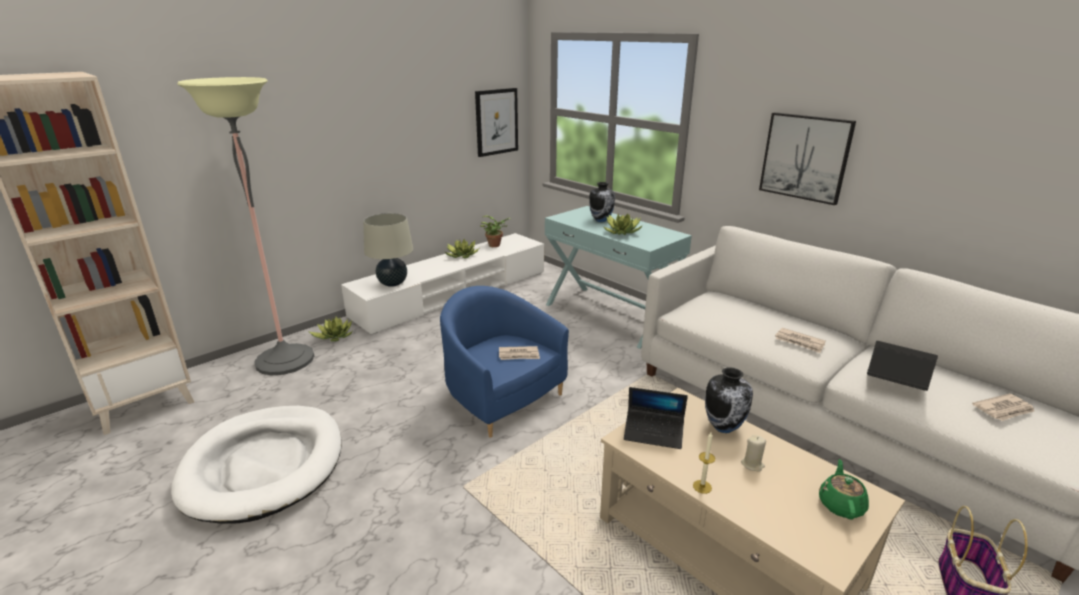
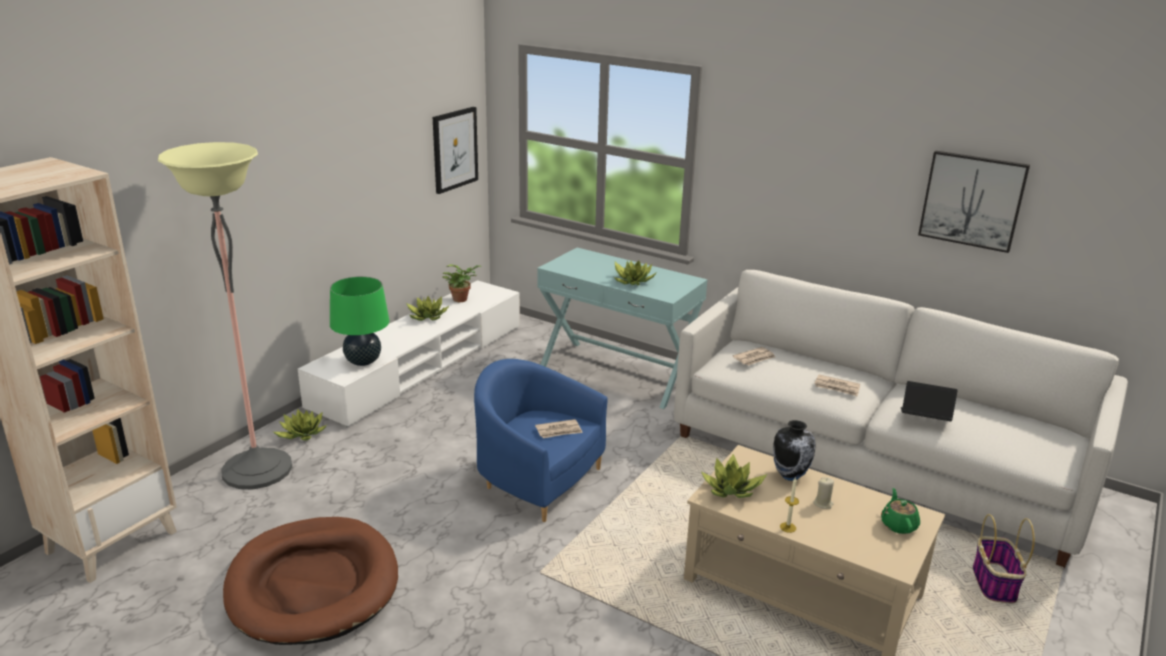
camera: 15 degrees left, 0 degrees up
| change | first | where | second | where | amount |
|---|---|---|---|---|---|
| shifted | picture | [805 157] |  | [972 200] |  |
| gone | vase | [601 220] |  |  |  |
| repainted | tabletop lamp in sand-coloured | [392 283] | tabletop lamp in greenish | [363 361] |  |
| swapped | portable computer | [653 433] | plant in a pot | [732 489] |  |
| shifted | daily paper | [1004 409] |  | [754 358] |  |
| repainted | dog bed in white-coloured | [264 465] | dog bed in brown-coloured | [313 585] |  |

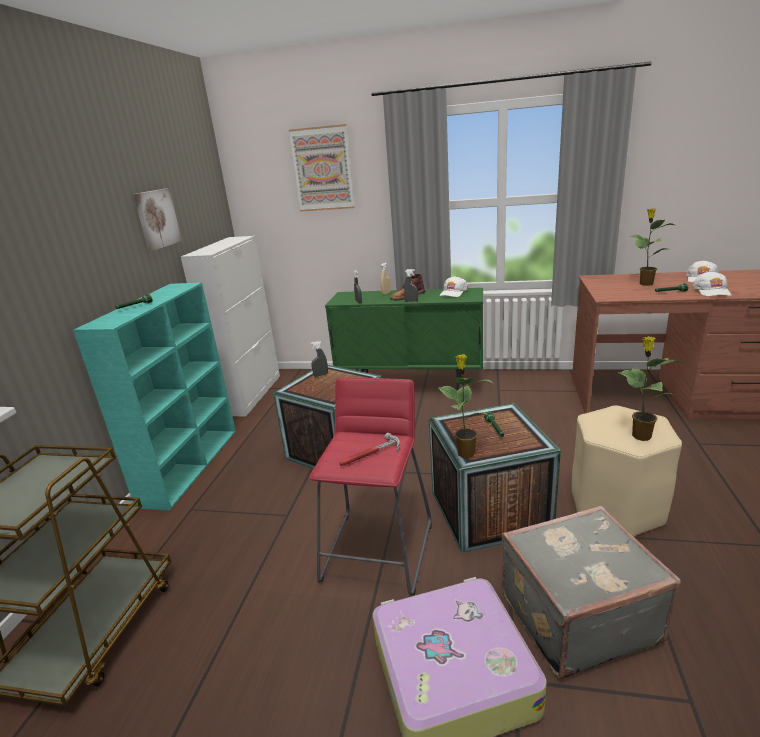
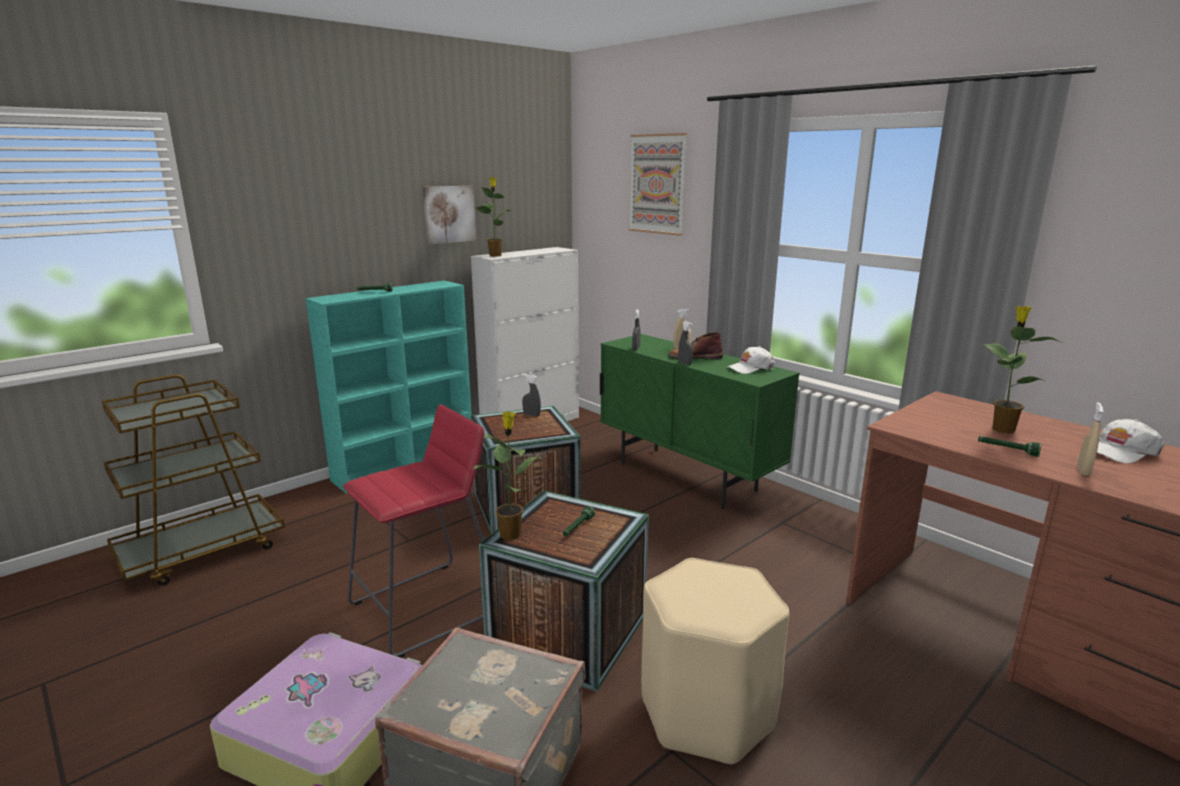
camera: 35 degrees right, 5 degrees down
| change | first | where | second | where | amount |
|---|---|---|---|---|---|
| swapped | baseball cap in white-coloured | [712 291] | spray bottle in sand-coloured | [1083 471] |  |
| shifted | plant in a pot | [640 435] |  | [495 255] |  |
| gone | hand hammer | [370 454] |  |  |  |

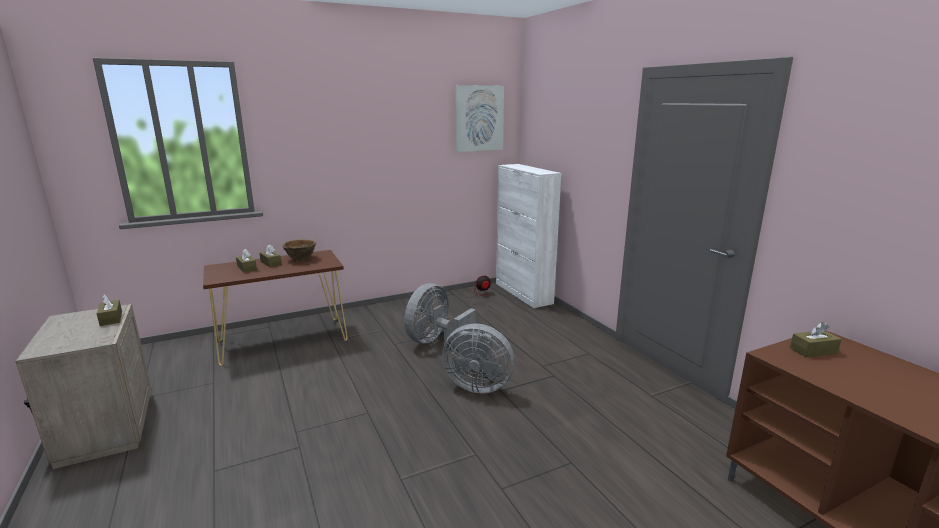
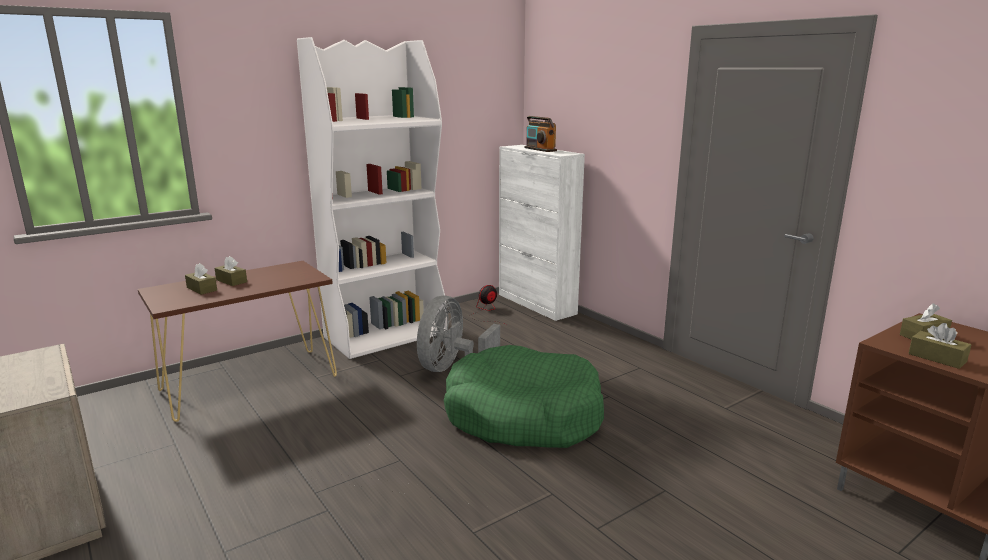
camera: 10 degrees left, 0 degrees up
| change | first | where | second | where | amount |
|---|---|---|---|---|---|
| gone | picture | [478 118] |  |  |  |
| gone | deep dish in brown-coloured | [301 259] |  |  |  |
| shifted | box of tissues in brown-coloured | [111 318] |  | [937 358] |  |
| swapped | fan in grey | [477 385] | dog bed in greenish | [523 415] |  |
| new |  |  | bookshelf in white-coloured | [386 334] |  |
| new |  |  | radio set | [540 149] |  |

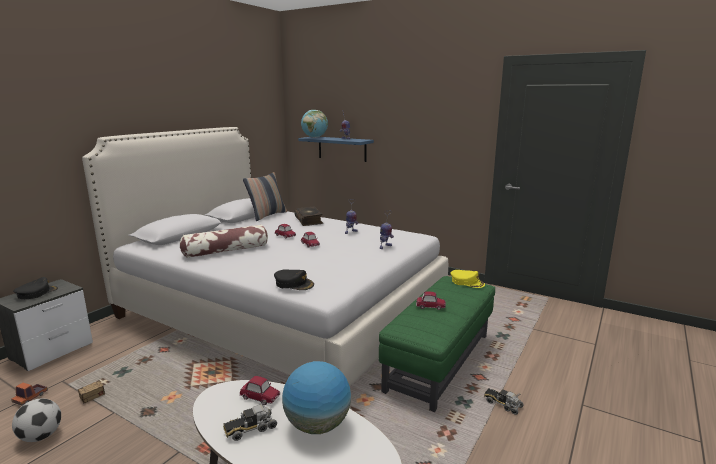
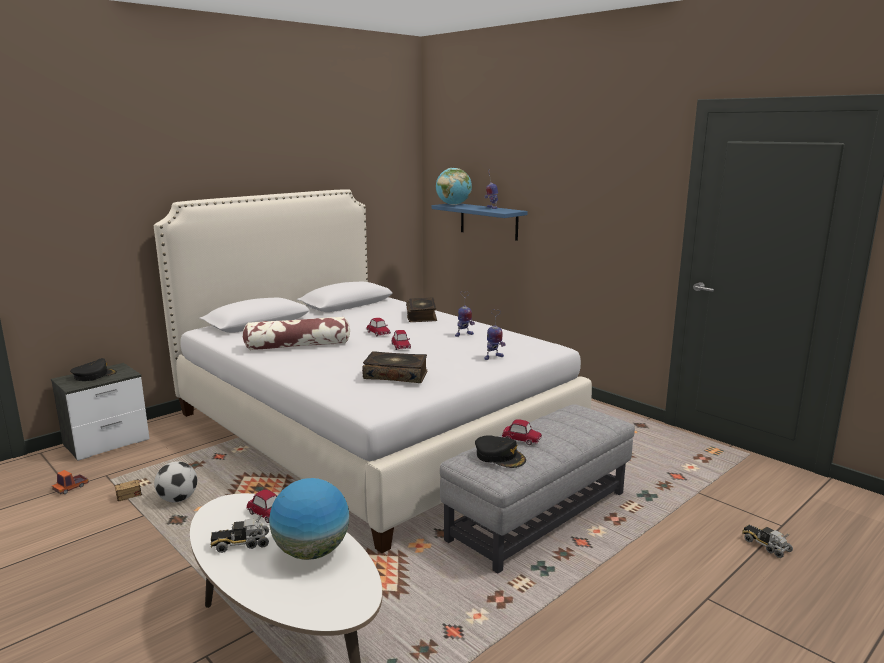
camera: 15 degrees right, 0 degrees up
| change | first | where | second | where | amount |
|---|---|---|---|---|---|
| gone | pillow | [267 215] |  |  |  |
| shifted | baseball cap in blackish | [294 284] |  | [500 456] |  |
| gone | baseball cap in yellow | [467 282] |  |  |  |
| repainted | footrest in greenish | [439 362] | footrest in grey | [538 516] |  |
| shifted | toy lorry | [502 404] |  | [765 545] |  |
| shifted | football | [41 436] |  | [178 499] |  |
| new |  |  | bound book | [396 375] |  |

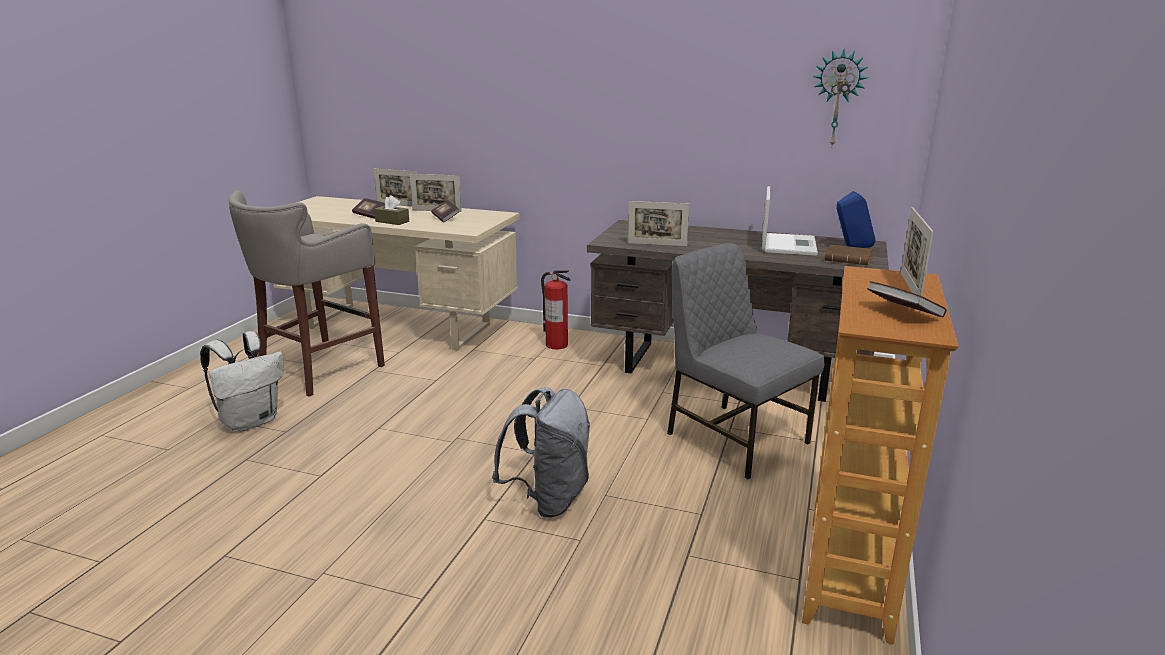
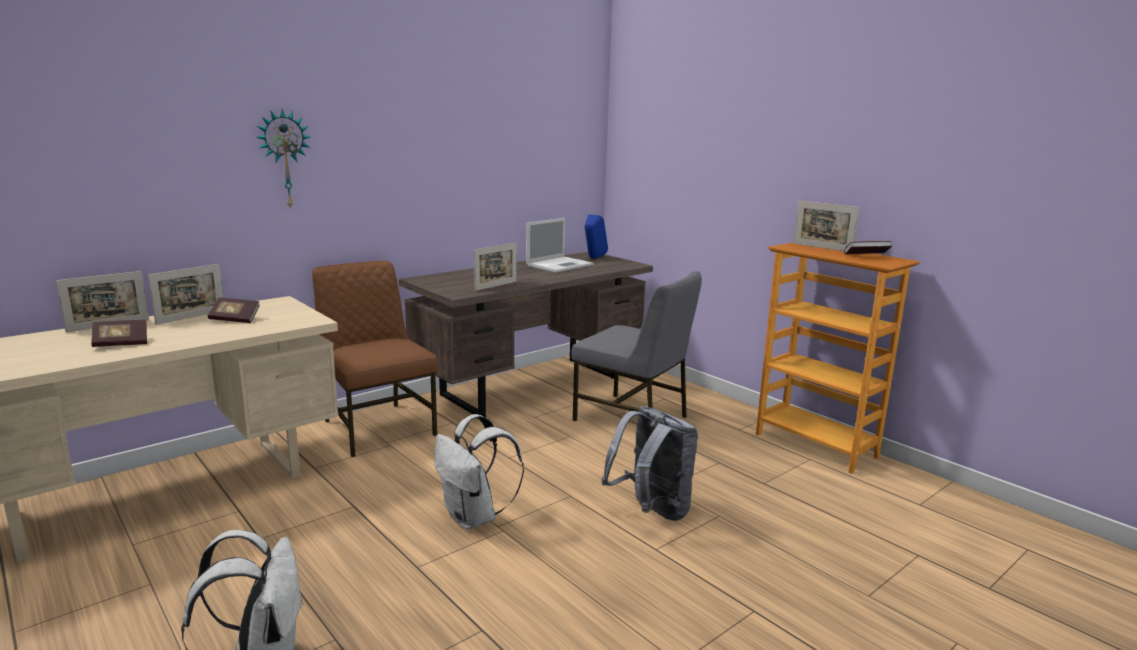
camera: 60 degrees left, 5 degrees down
| change | first | where | second | where | amount |
|---|---|---|---|---|---|
| shifted | wall clock | [837 99] |  | [284 159] |  |
| rotated | portable computer | [788 244] |  | [560 265] | 90 degrees clockwise |
| gone | stool in grey | [318 371] |  |  |  |
| gone | box of tissues in brown-coloured | [392 221] |  |  |  |
| rotated | plain chair in grey | [734 438] |  | [632 418] | 135 degrees counterclockwise |
| gone | bound book in brown-coloured | [849 259] |  |  |  |
| swapped | fire-fighting cylinder | [556 345] | plain chair in brown-coloured | [377 427] |  |
| new |  |  | backpack in white-coloured | [474 518] |  |

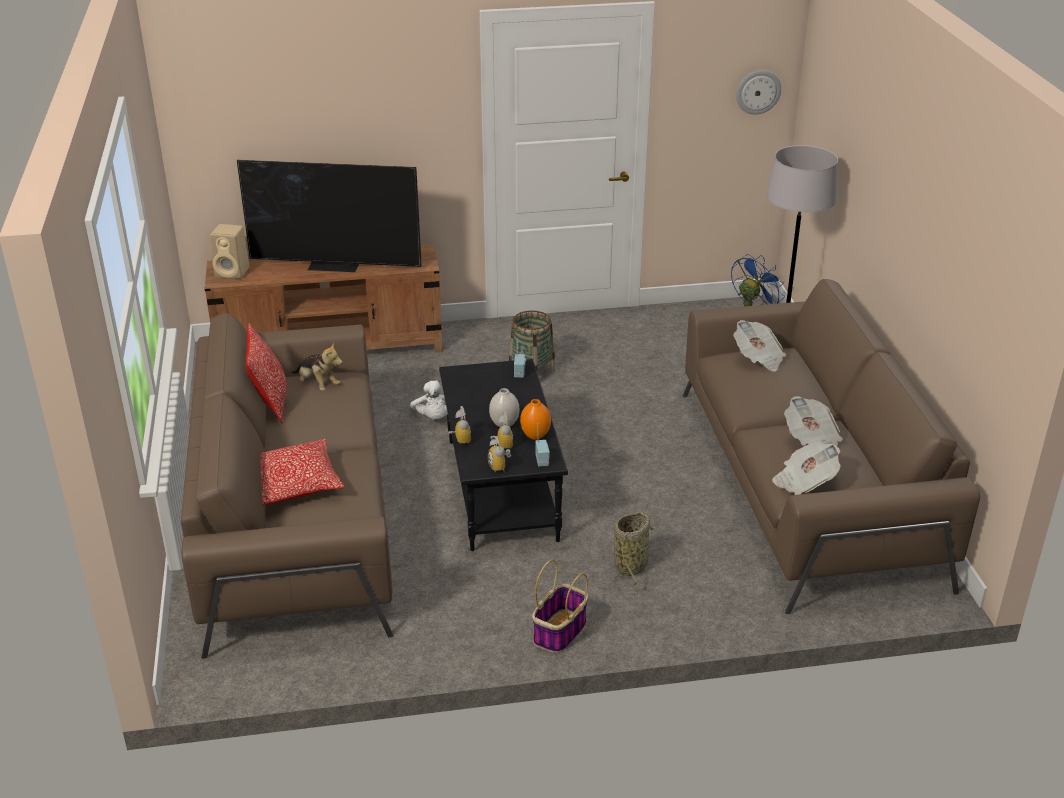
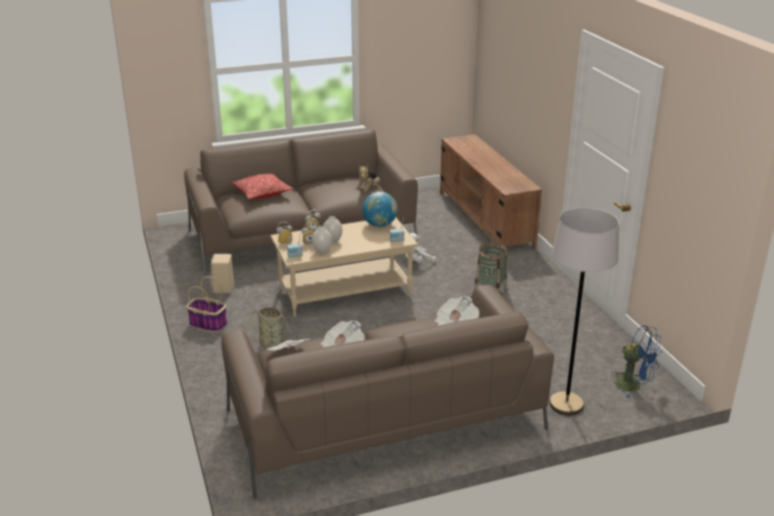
camera: 80 degrees right, 5 degrees down
| change | first | where | second | where | amount |
|---|---|---|---|---|---|
| gone | wall clock | [758 91] |  |  |  |
| gone | TV set | [335 264] |  |  |  |
| shifted | audio speaker in sand-coloured | [233 272] |  | [223 289] |  |
| gone | pillow | [270 402] |  |  |  |
| repainted | low table in blackish | [500 489] | low table in sand-coloured | [345 292] |  |
| repainted | vase in orangey | [535 436] | vase in white-coloured | [322 251] |  |
| new |  |  | world globe | [379 225] |  |

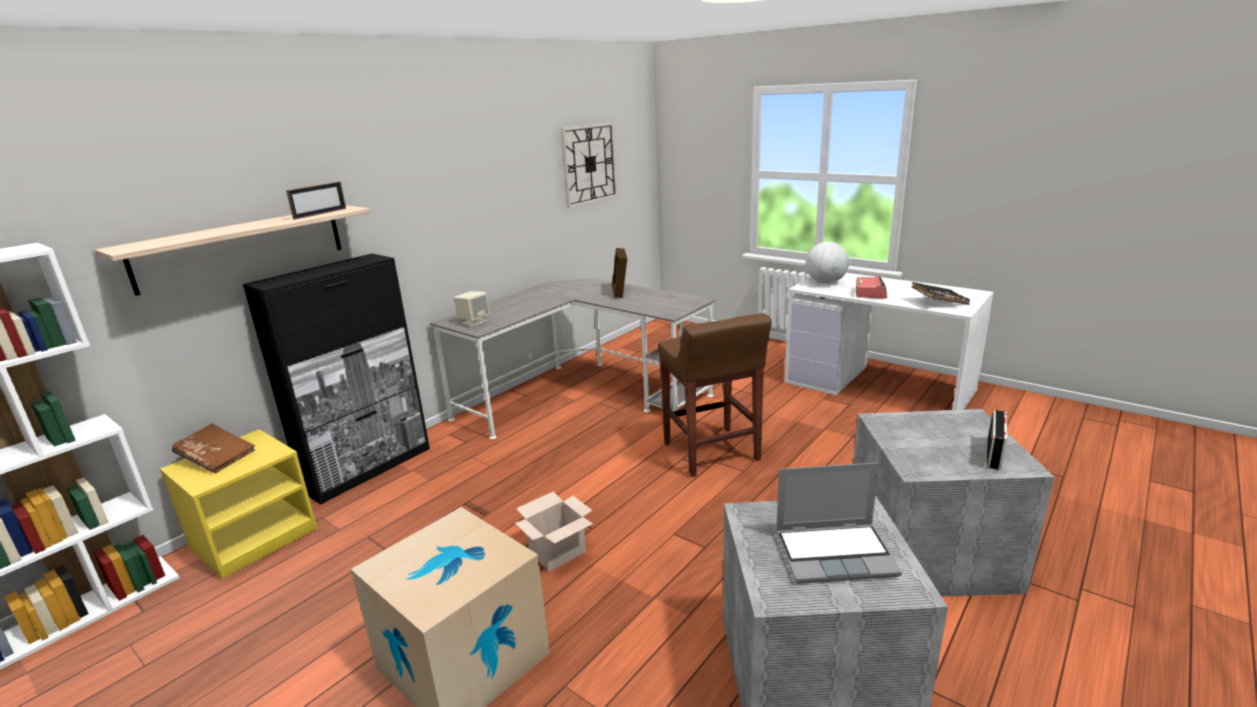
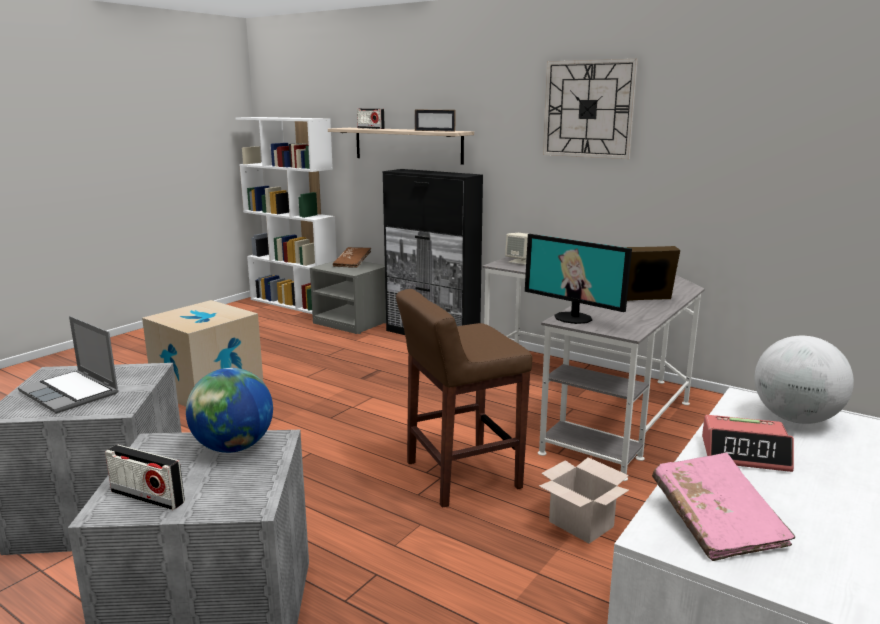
camera: 85 degrees right, 5 degrees down
| change | first | where | second | where | amount |
|---|---|---|---|---|---|
| shifted | wall clock | [589 164] |  | [588 109] |  |
| repainted | bound book in blackish | [939 302] | bound book in pink-coloured | [716 522] |  |
| repainted | nightstand in yellow | [254 537] | nightstand in grey | [352 322] |  |
| rotated | portable computer | [835 553] |  | [71 393] | 45 degrees counterclockwise |
| shifted | cardboard box | [557 553] |  | [579 524] |  |
| new |  |  | radio set | [371 128] |  |
| new |  |  | computer display | [573 318] |  |
| new |  |  | world globe | [233 447] |  |

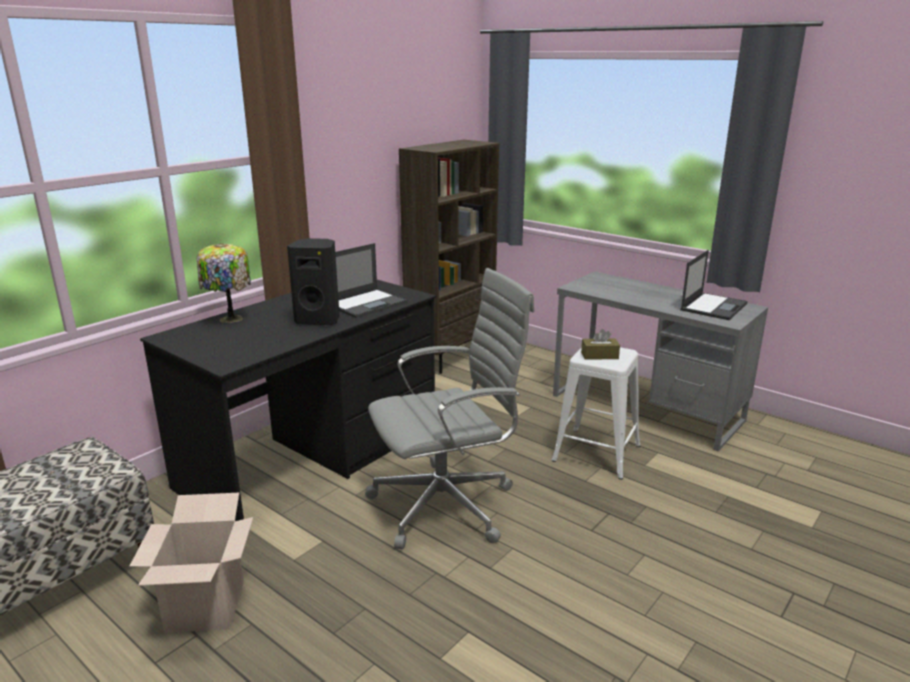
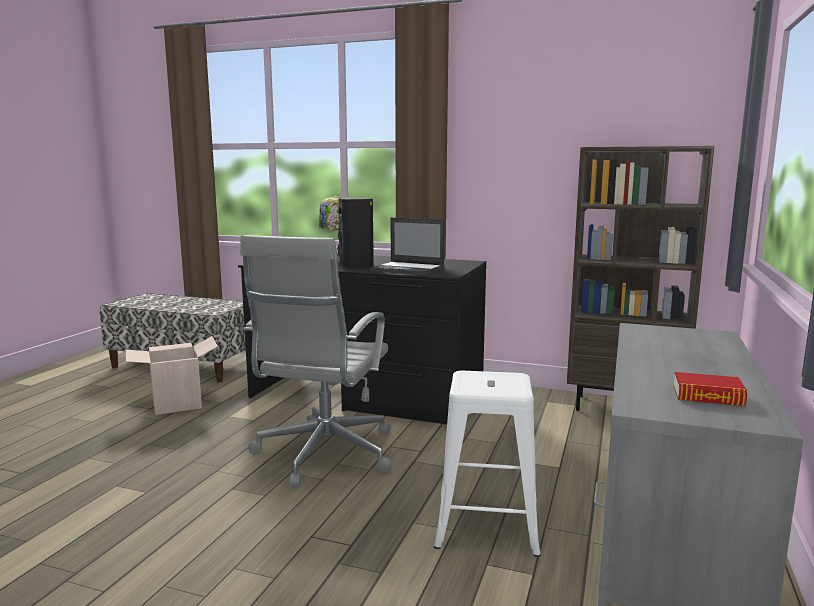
camera: 70 degrees right, 10 degrees down
| change | first | where | second | where | amount |
|---|---|---|---|---|---|
| swapped | portable computer | [713 306] | bound book | [707 396] |  |
| rotated | office chair in grey | [447 504] |  | [323 454] | 60 degrees clockwise |
| gone | box of tissues in brown-coloured | [599 355] |  |  |  |

